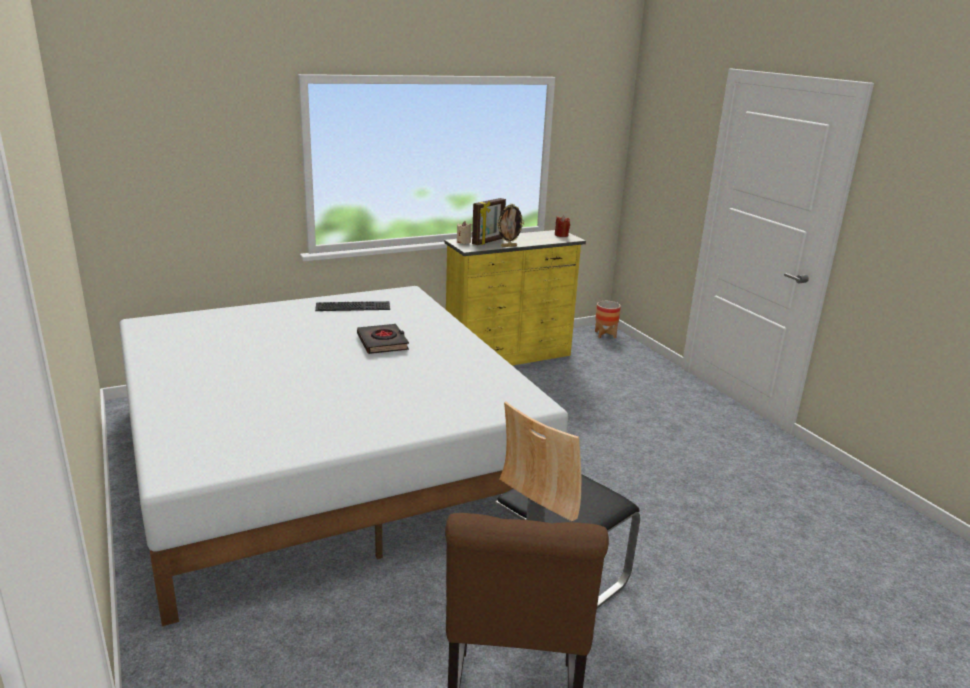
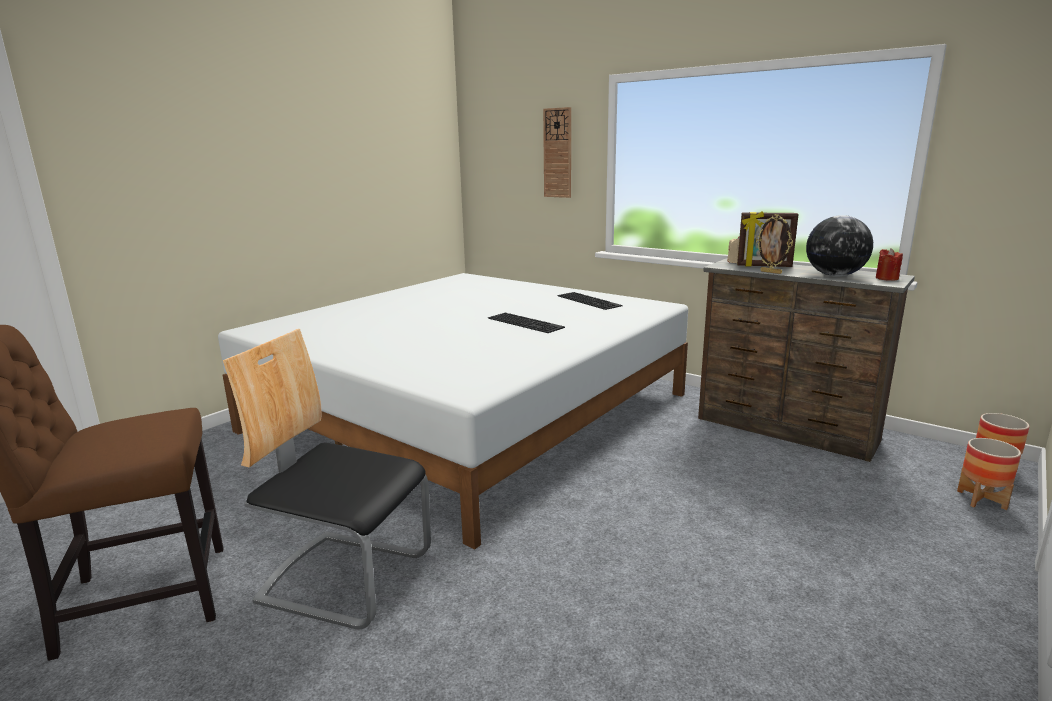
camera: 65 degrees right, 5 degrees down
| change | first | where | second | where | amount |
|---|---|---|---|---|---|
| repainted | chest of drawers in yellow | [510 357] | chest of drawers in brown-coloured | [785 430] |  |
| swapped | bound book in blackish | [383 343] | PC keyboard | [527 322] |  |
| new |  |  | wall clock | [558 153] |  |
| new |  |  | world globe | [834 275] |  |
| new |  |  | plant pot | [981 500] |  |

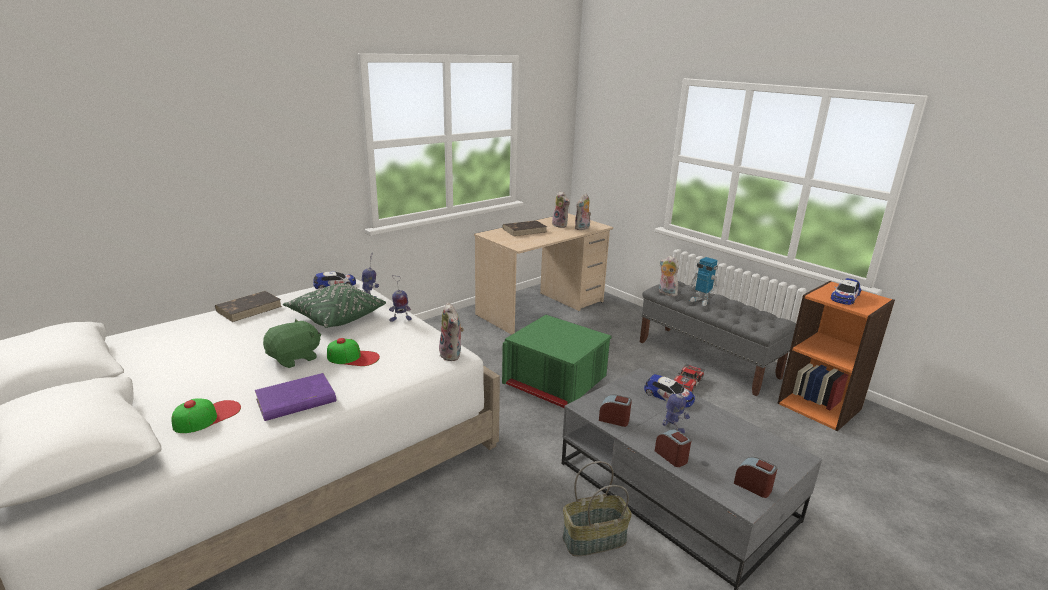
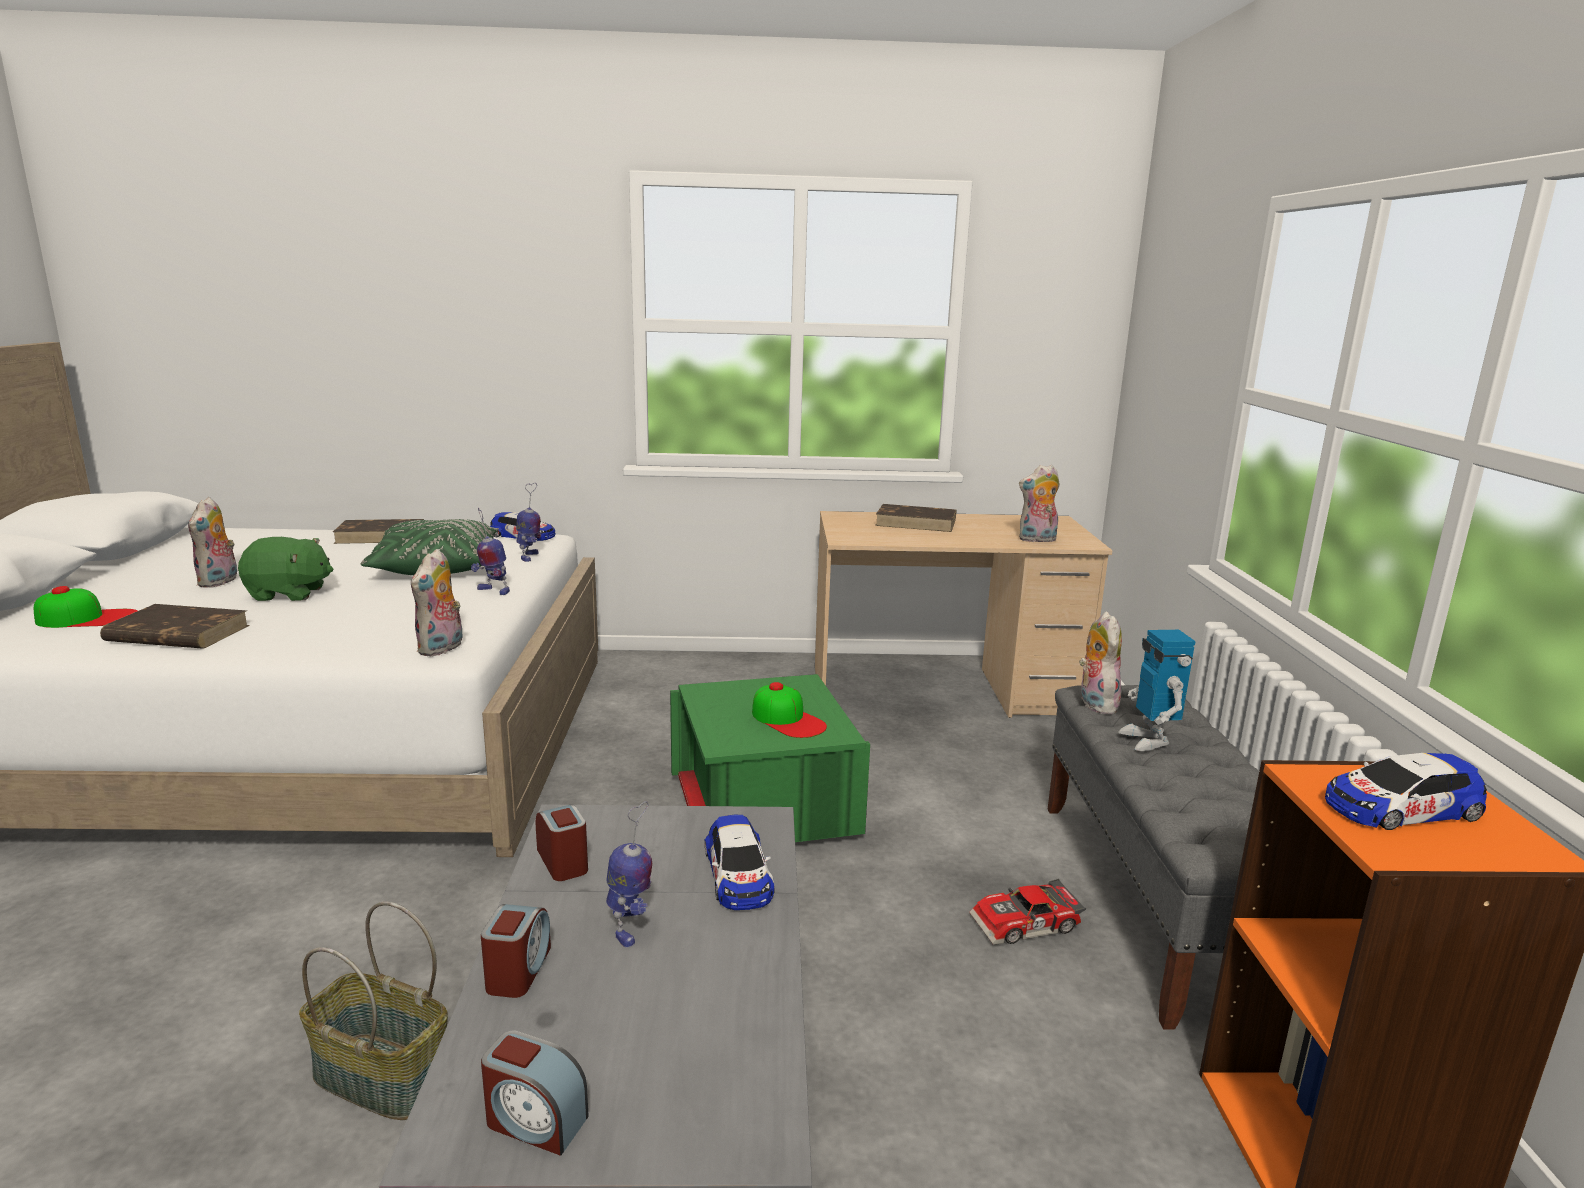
camera: 40 degrees right, 5 degrees down
| change | first | where | second | where | amount |
|---|---|---|---|---|---|
| shifted | plush toy | [561 225] |  | [219 582] |  |
| shifted | baseball cap | [353 357] |  | [788 719] |  |
| repainted | bound book in purple | [295 401] | bound book in brown-coloured | [176 634] |  |
| rotated | table clock | [753 486] |  | [535 1121] | 120 degrees clockwise |

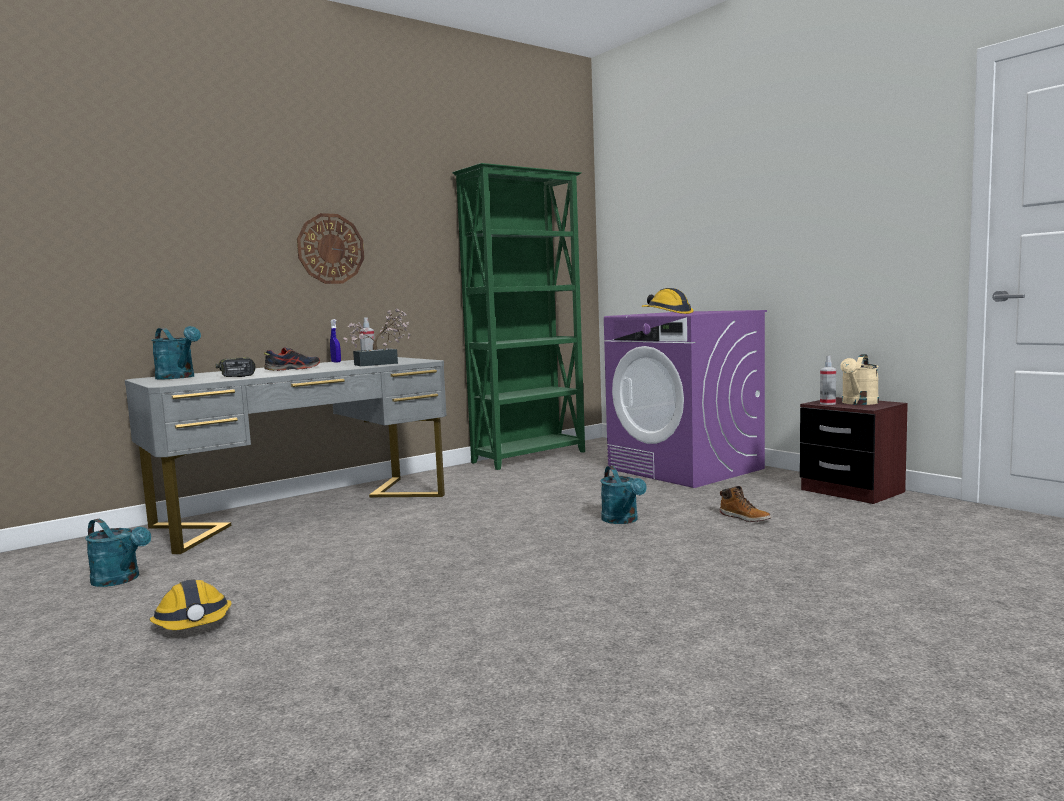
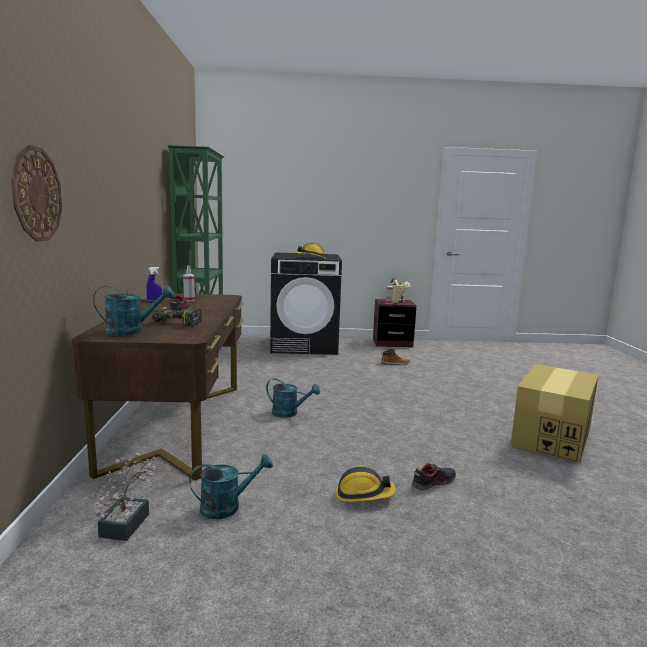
camera: 55 degrees left, 5 degrees up
| change | first | where | second | where | amount |
|---|---|---|---|---|---|
| shifted | wall clock | [330 249] |  | [36 194] |  |
| shifted | plant in a pot | [381 363] |  | [128 521] |  |
| repainted | laundry appliance in purple | [686 469] | laundry appliance in blackish | [305 345] |  |
| repainted | desk table in grey | [304 511] | desk table in brown-coloured | [178 424] |  |
| shifted | watering pot in blue-green | [623 520] |  | [289 413] |  |
| new |  |  | cardboard box | [551 437] |  |
| new |  |  | item of footwear | [433 482] |  |

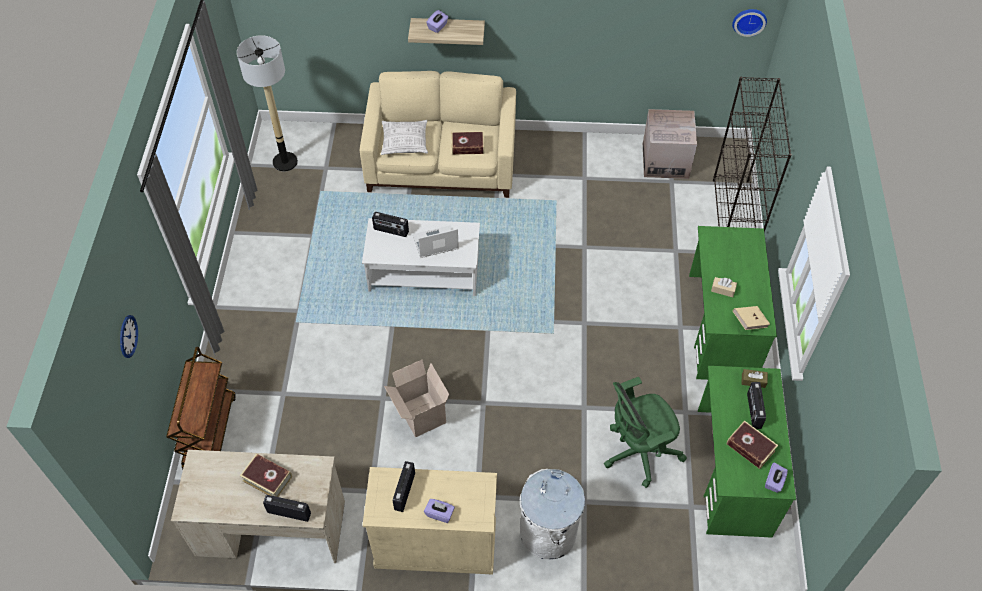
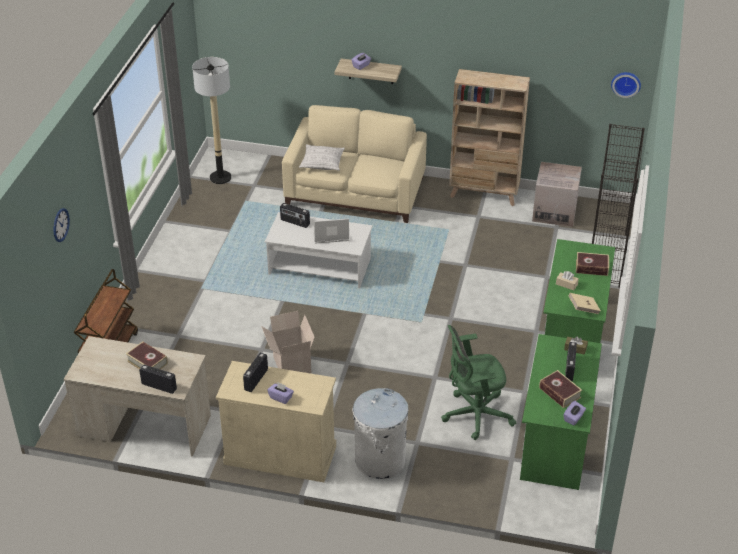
camera: 10 degrees right, 15 degrees down
| change | first | where | second | where | amount |
|---|---|---|---|---|---|
| shifted | bound book | [468 146] |  | [591 267] |  |
| new |  |  | bookshelf in sand-coloured | [484 194] |  |

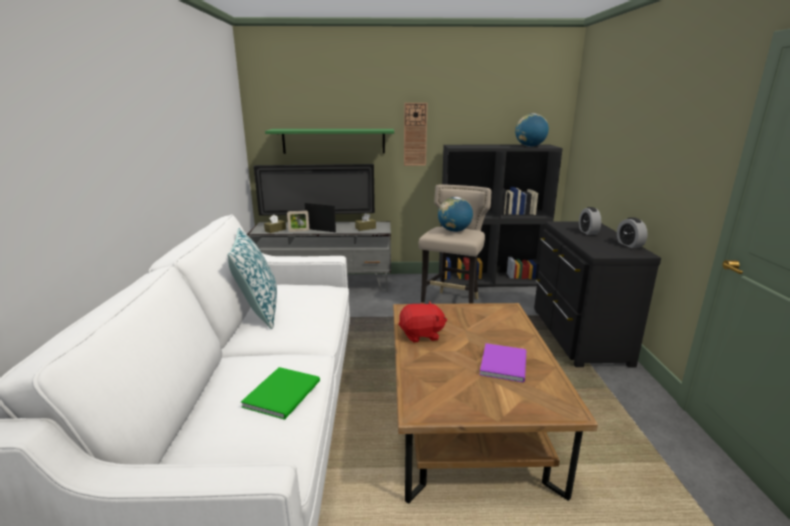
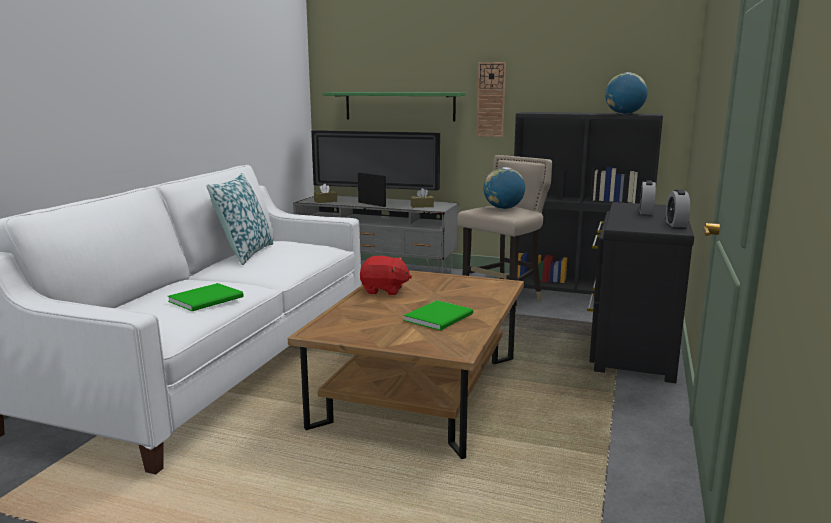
camera: 20 degrees right, 5 degrees down
| change | first | where | second | where | amount |
|---|---|---|---|---|---|
| gone | standing frame | [299 231] |  |  |  |
| repainted | bound book in purple | [505 363] | bound book in greenish | [441 317] |  |

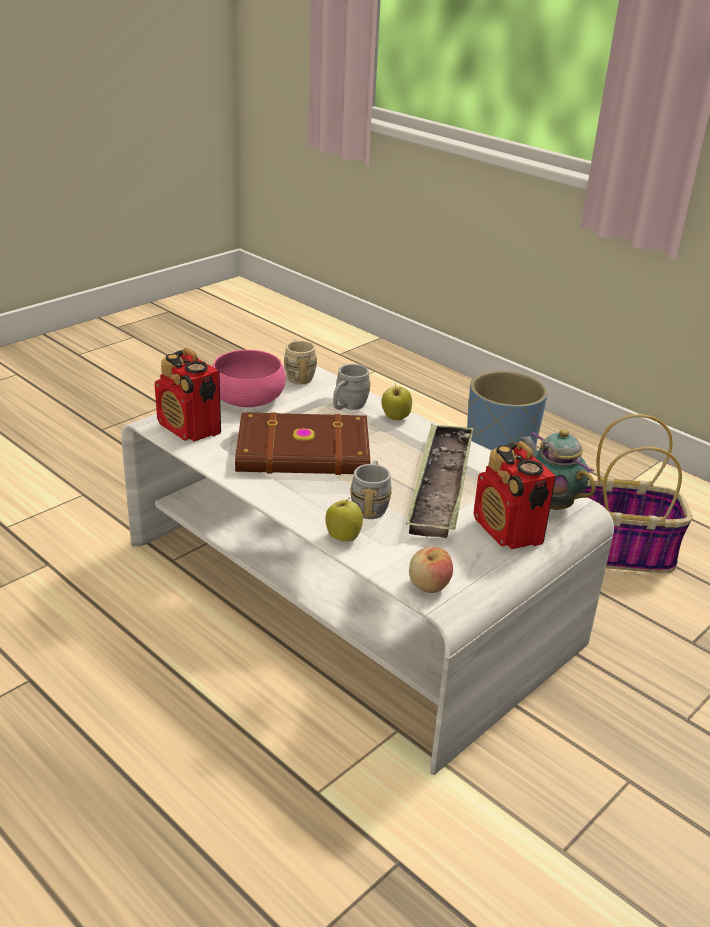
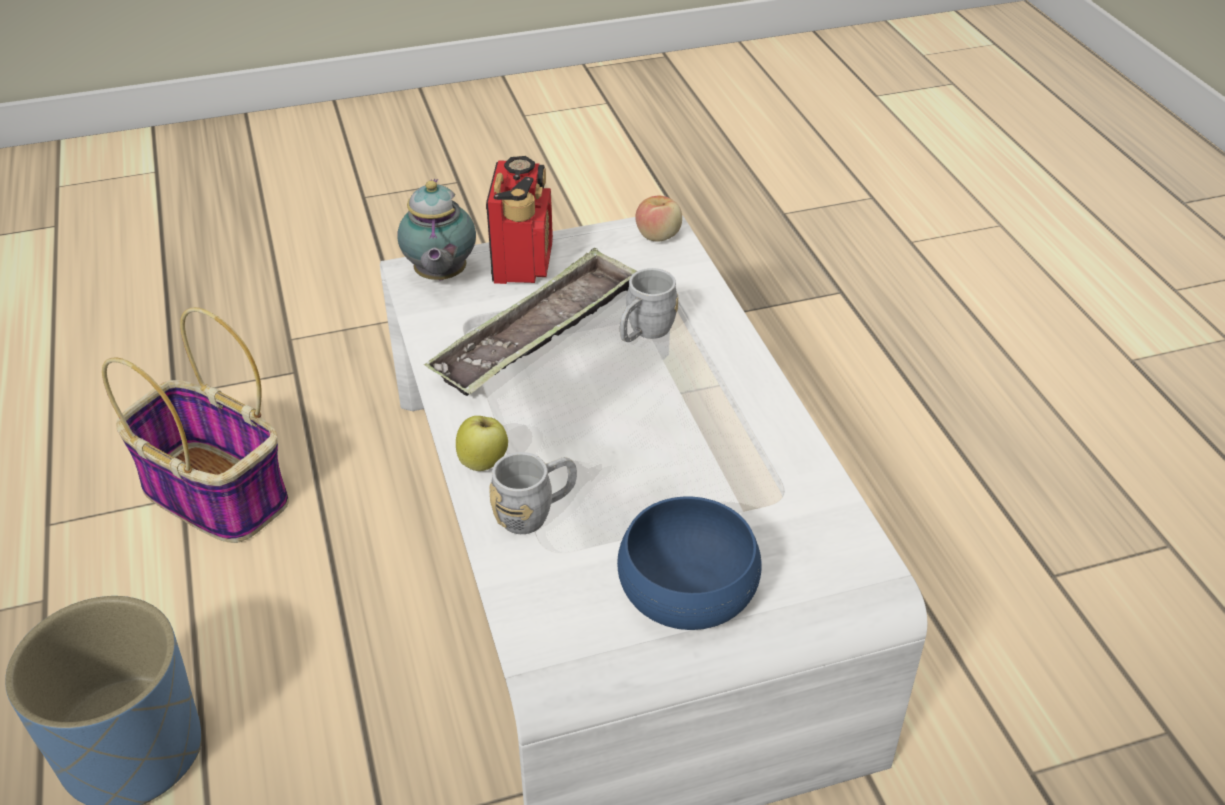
camera: 150 degrees left, 10 degrees up
| change | first | where | second | where | amount |
|---|---|---|---|---|---|
| gone | mug in sand-coloured | [298 375] |  |  |  |
| gone | radio set | [190 429] |  |  |  |
| repainted | deep dish in pink-coloured | [248 397] | deep dish in bluish | [687 591] |  |
| gone | bound book in brown-coloured | [304 452] |  |  |  |
| gone | apple fruit | [343 537] |  |  |  |

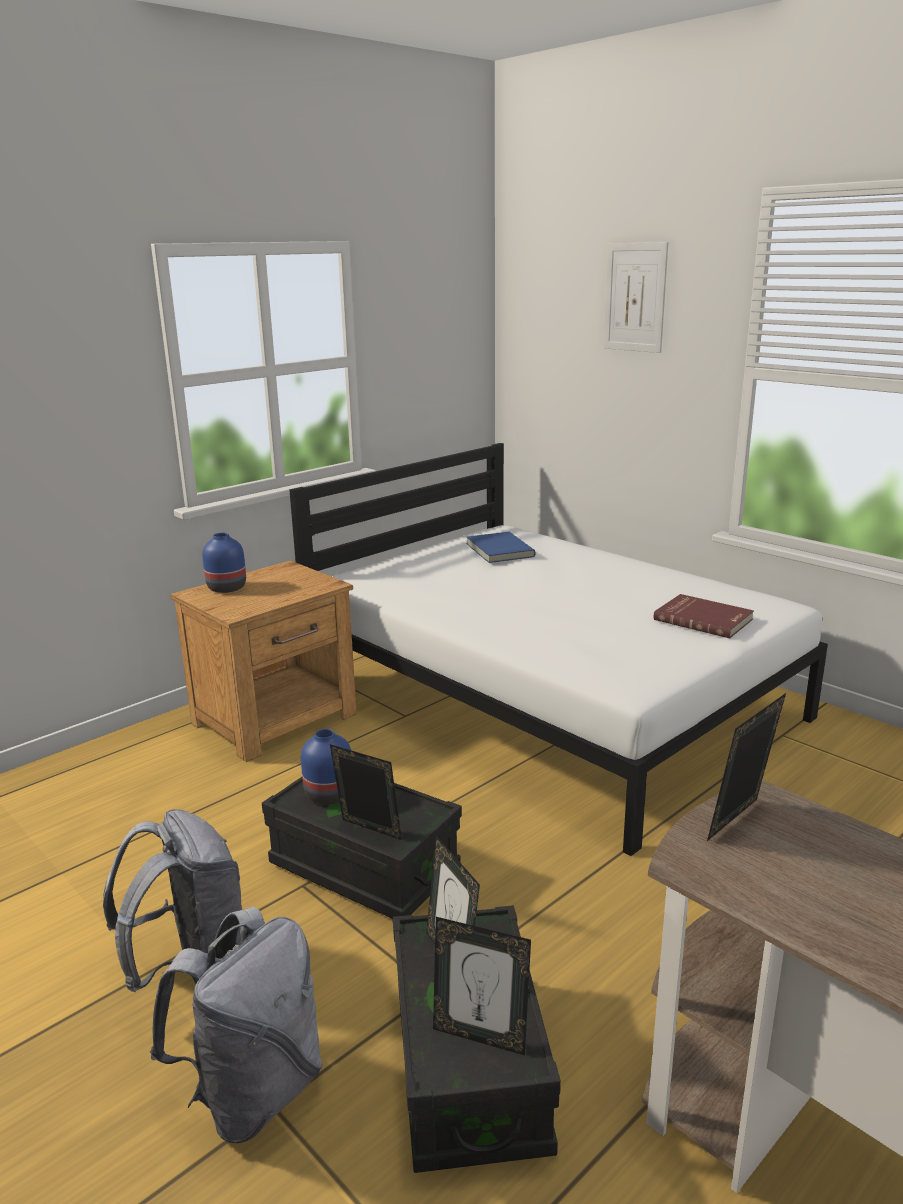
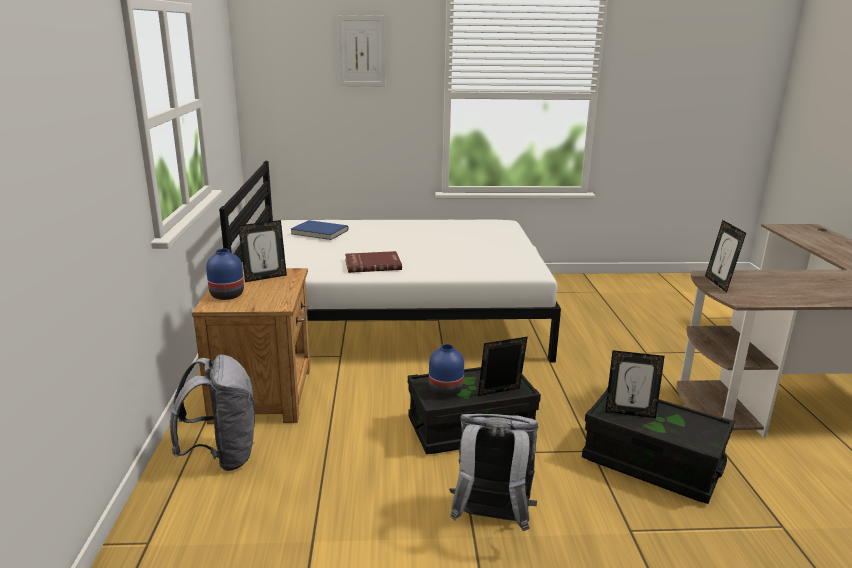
camera: 50 degrees left, 0 degrees up
| change | first | where | second | where | amount |
|---|---|---|---|---|---|
| shifted | bound book in red-coloured | [703 619] |  | [372 264] |  |
| shifted | backpack in grey | [254 1092] |  | [222 456] |  |
| shifted | standing frame | [480 1035] |  | [265 277] |  |

